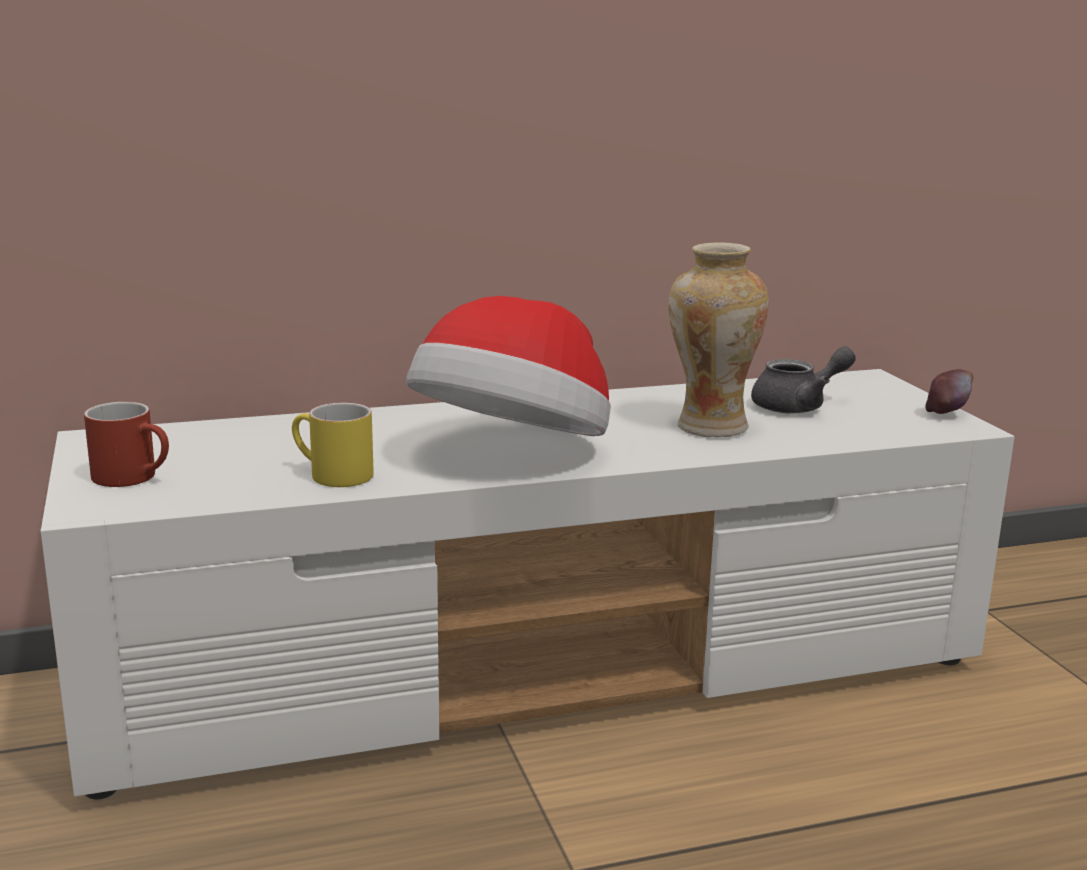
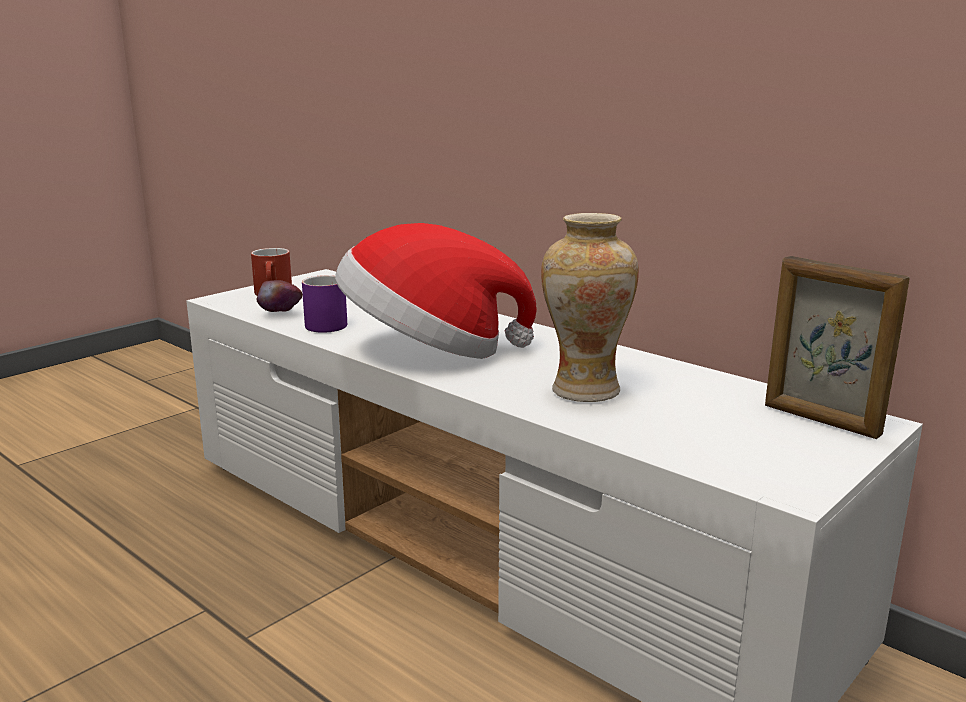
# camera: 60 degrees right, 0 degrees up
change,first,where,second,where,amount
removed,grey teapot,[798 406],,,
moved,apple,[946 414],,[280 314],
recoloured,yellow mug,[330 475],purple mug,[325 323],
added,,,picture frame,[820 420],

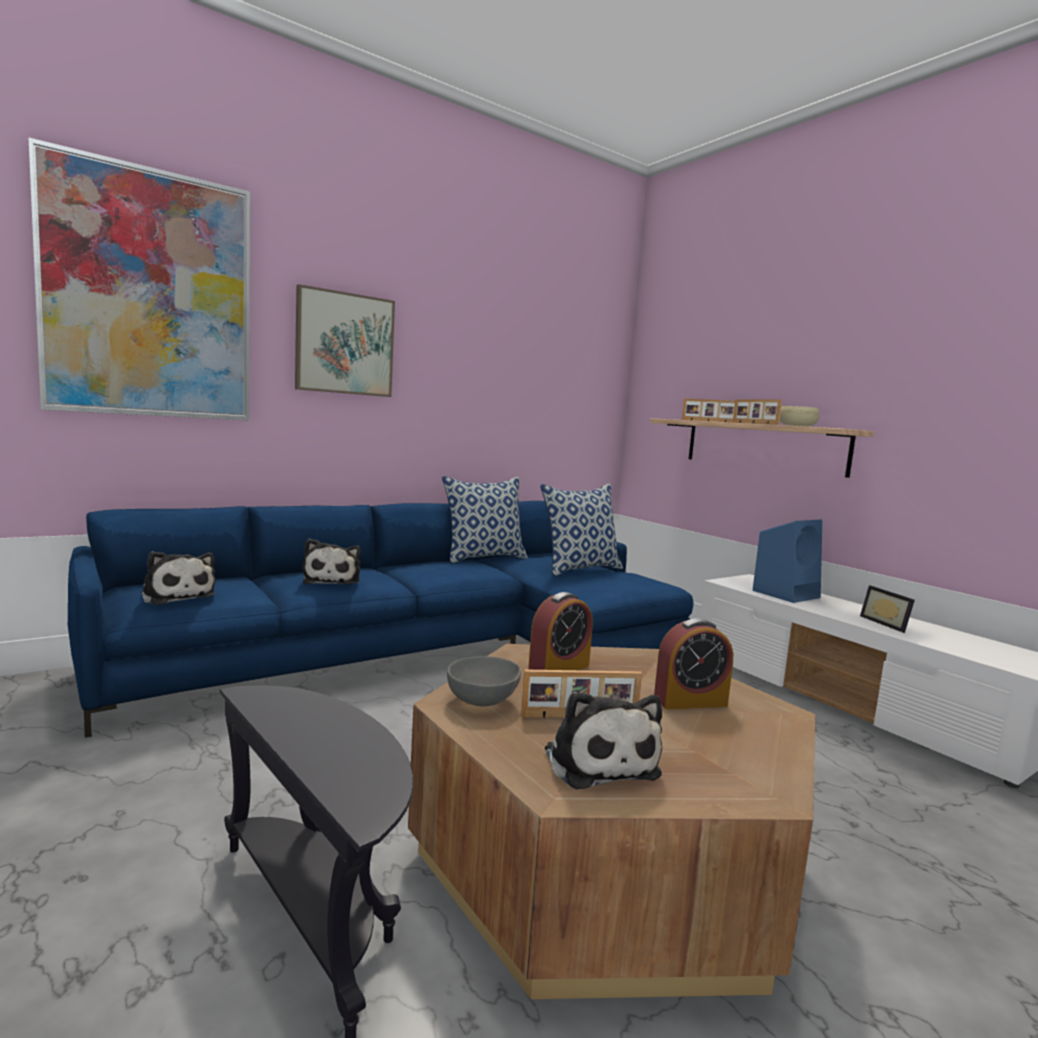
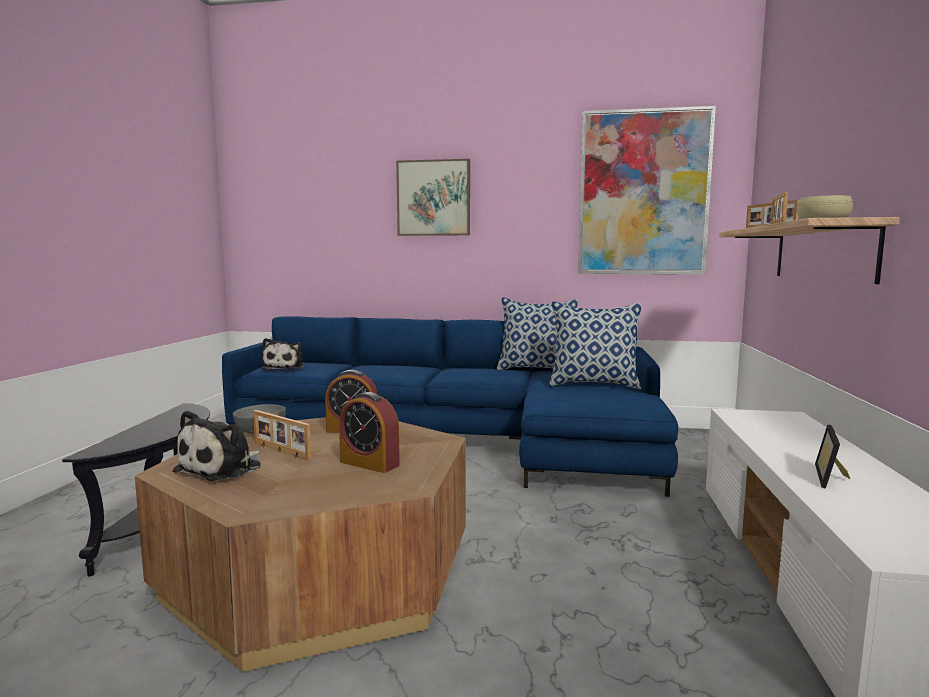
# camera: 45 degrees right, 0 degrees up
change,first,where,second,where,amount
moved,picture,[150 295],,[643 193],
removed,blue speaker,[786 594],,,
removed,plush toy,[332 580],,,

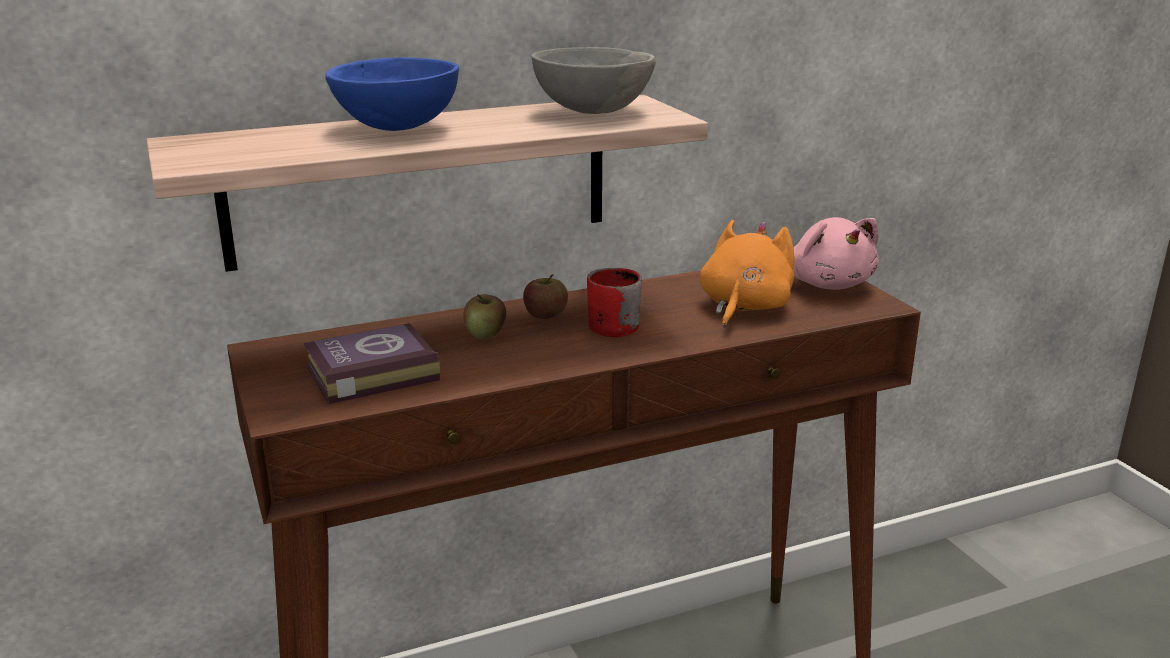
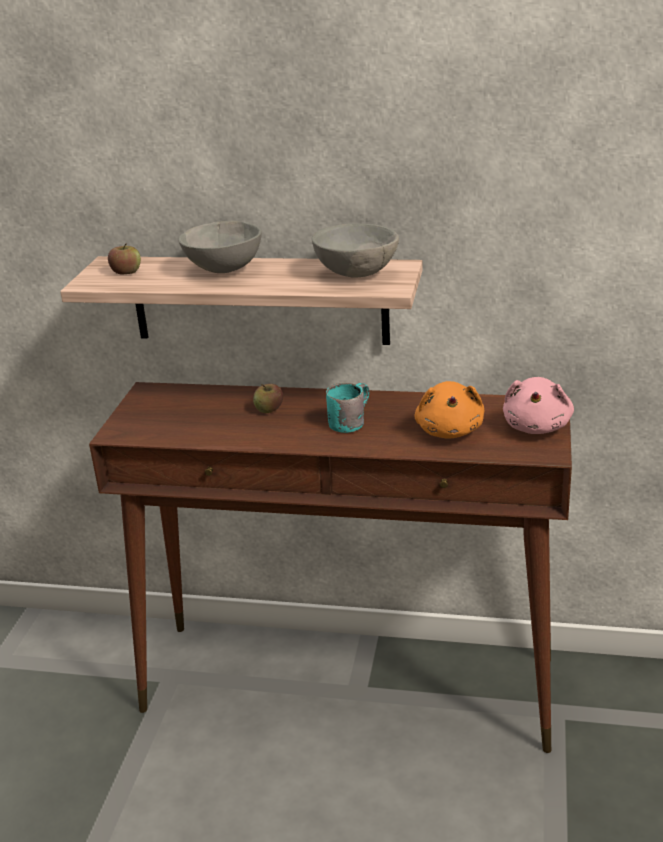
# camera: 35 degrees right, 5 degrees up
change,first,where,second,where,amount
recoloured,blue bowl,[396 128],grey bowl,[223 270],
turned,orange plush toy,[743 307],,[449 430],120 degrees clockwise
recoloured,red mug,[609 323],turquoise mug,[348 421],
moved,apple,[545 315],,[126 272],
removed,book,[368 373],,,

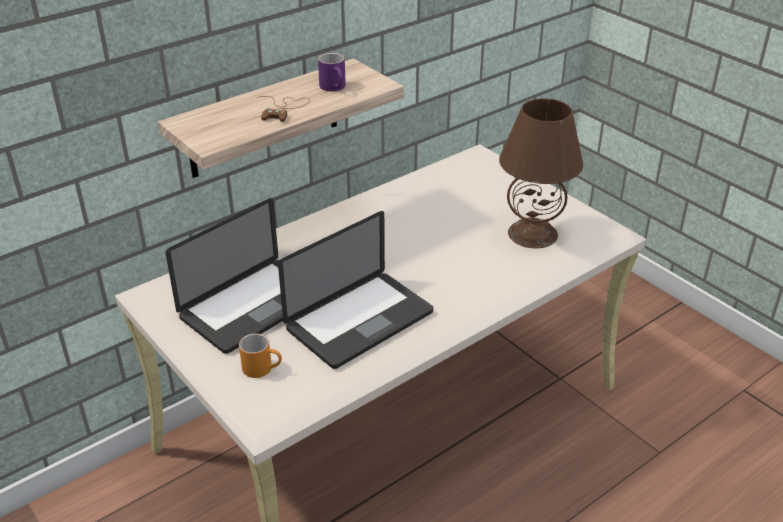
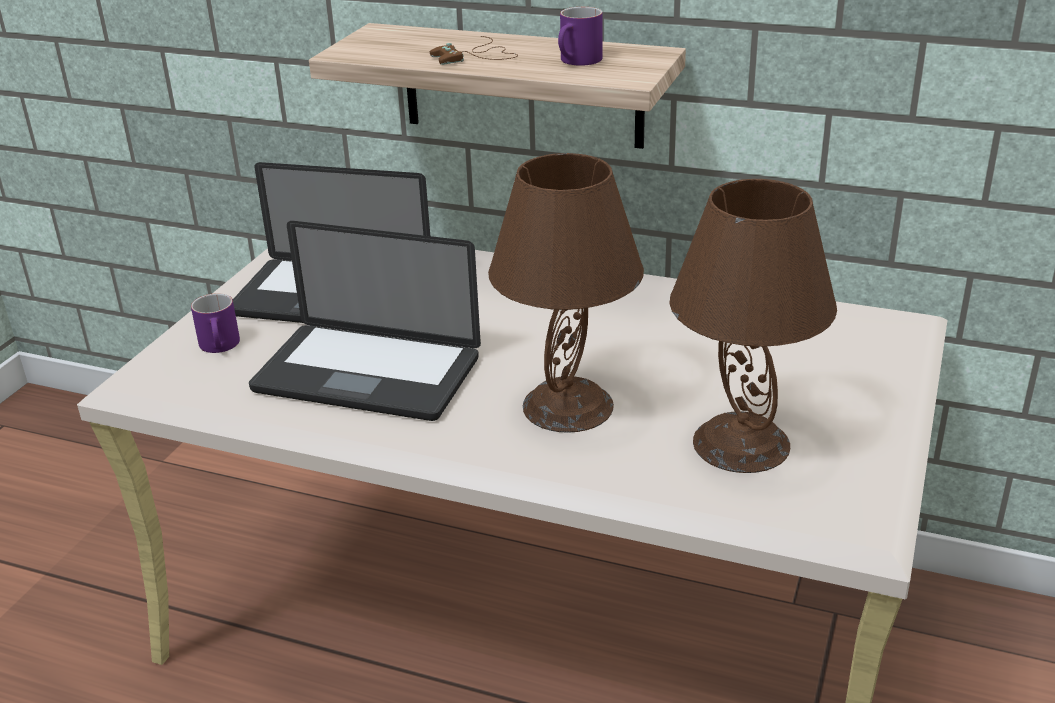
# camera: 60 degrees right, 5 degrees down
change,first,where,second,where,amount
recoloured,orange mug,[263 368],purple mug,[221 346],
added,,,brown table lamp,[567 405],

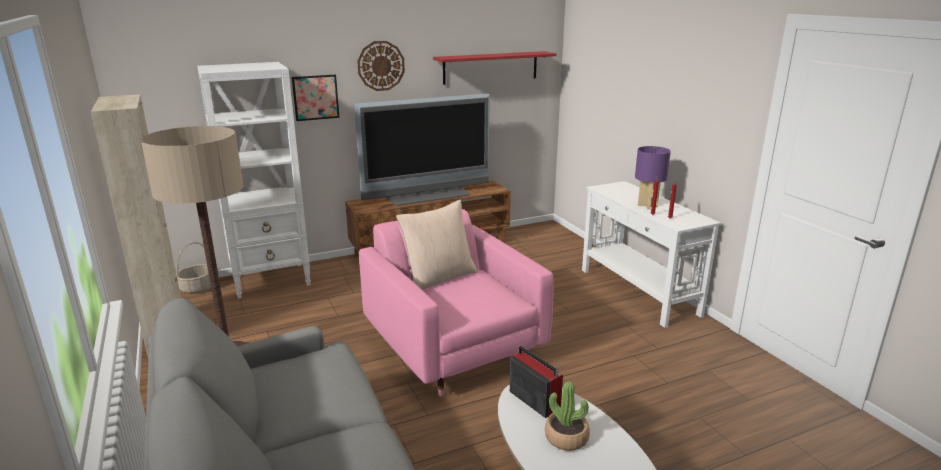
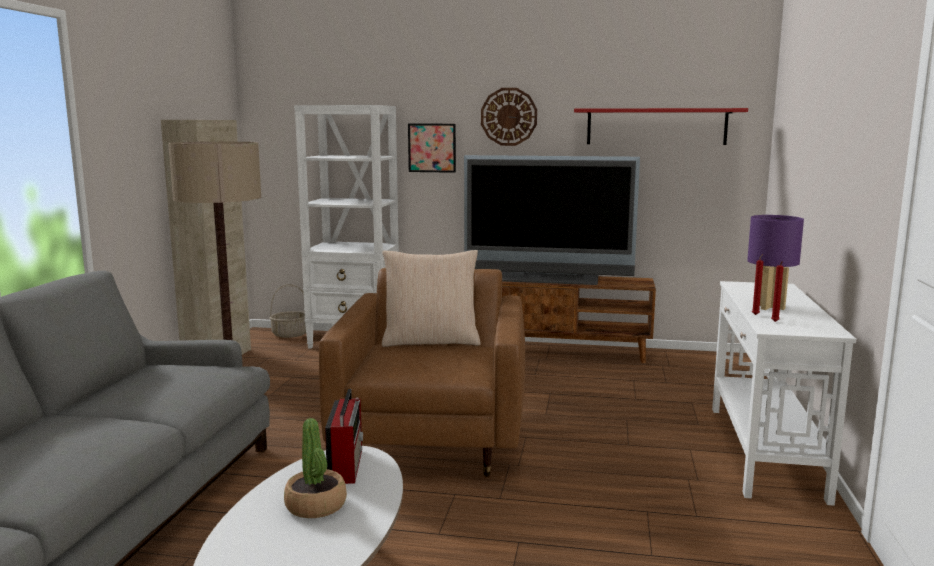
# camera: 35 degrees right, 10 degrees down
change,first,where,second,where,amount
recoloured,pink armchair,[453 349],brown armchair,[432 438],

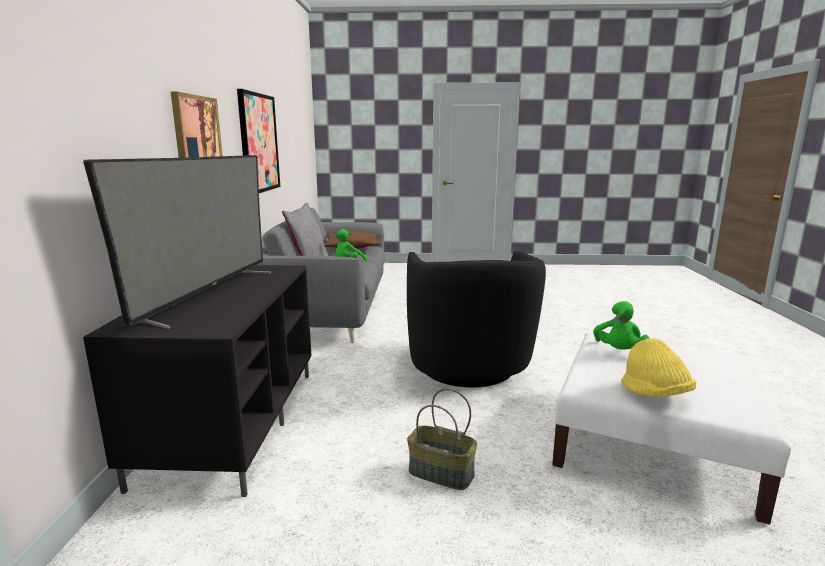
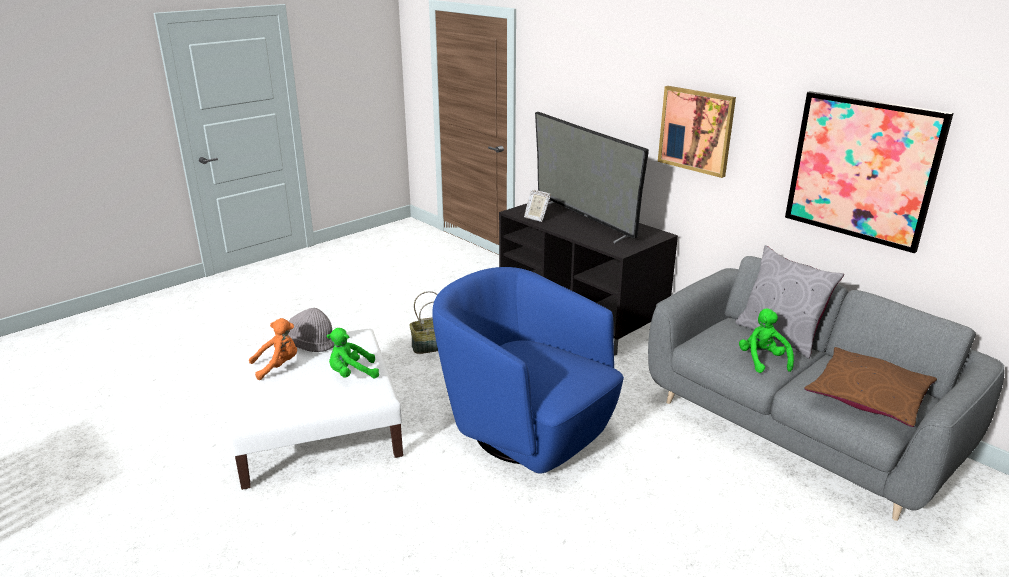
# camera: 135 degrees right, 10 degrees up
change,first,where,second,where,amount
recoloured,black armchair,[467 367],blue armchair,[526 429],
turned,green plush toy,[618 351],,[352 374],75 degrees counterclockwise
recoloured,yellow hat,[654 394],grey hat,[311 343],
added,,,picture frame,[536 218],
added,,,orange plush toy,[278 366],

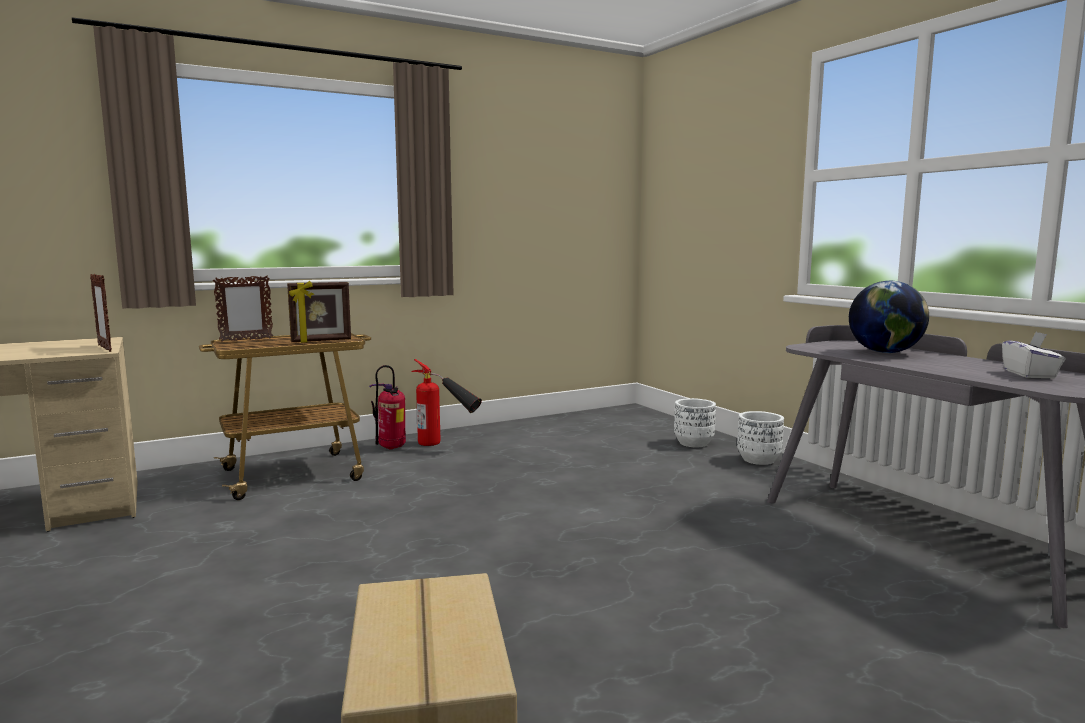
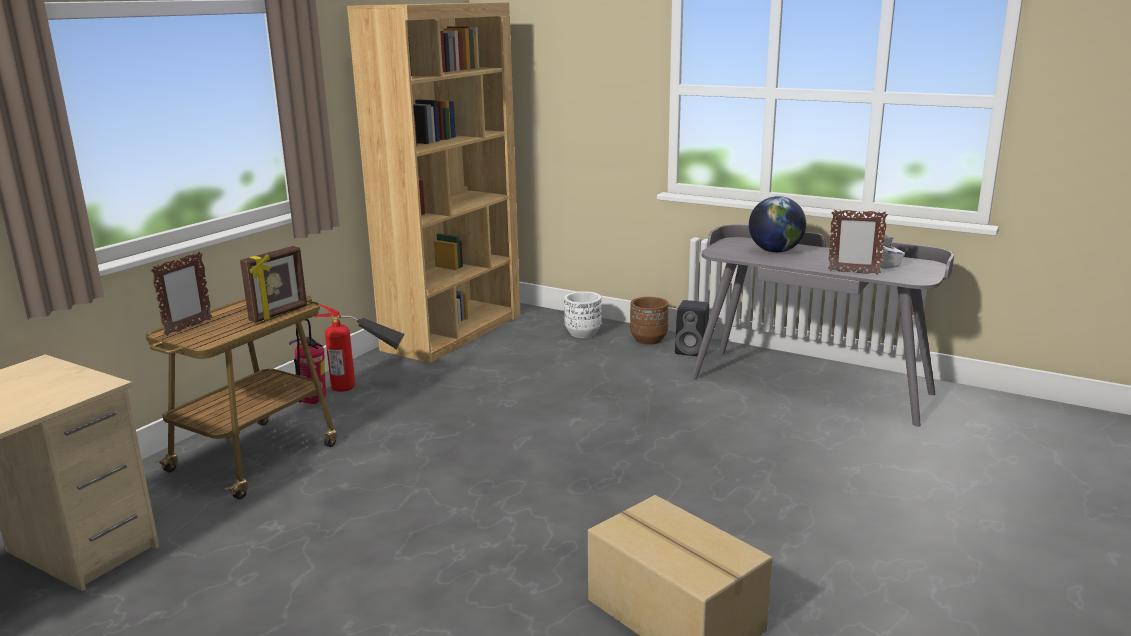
# camera: 30 degrees left, 10 degrees up
change,first,where,second,where,amount
moved,picture frame,[105 348],,[853 272],
recoloured,white planter,[759 460],brown planter,[649 339],
added,,,brown bookcase,[453 332],
added,,,black speaker,[693 351],

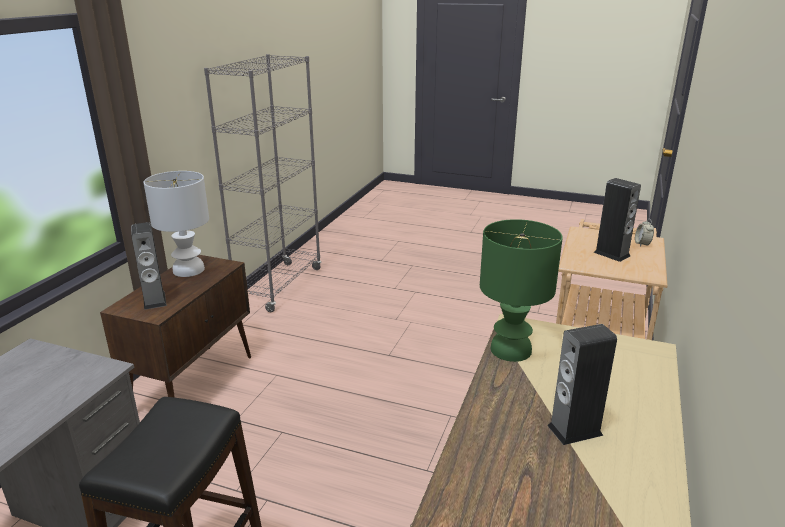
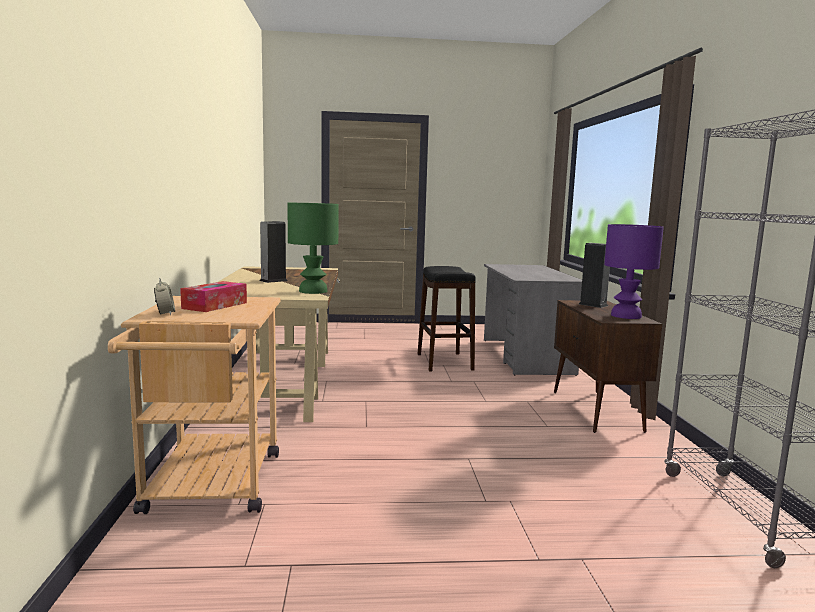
# camera: 155 degrees right, 15 degrees down
change,first,where,second,where,amount
recoloured,white table lamp,[187 270],purple table lamp,[626 316],
replaced,speaker,[611 254],tissue box,[215 305],

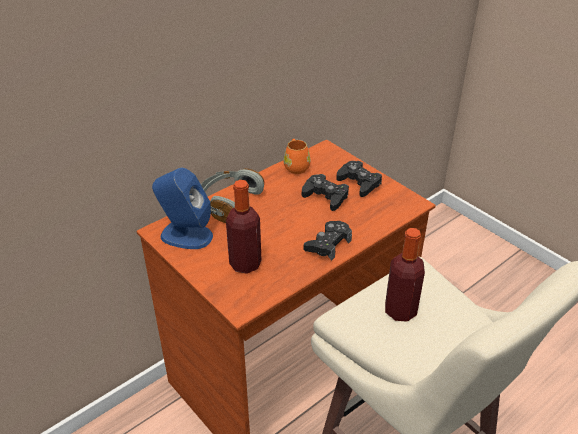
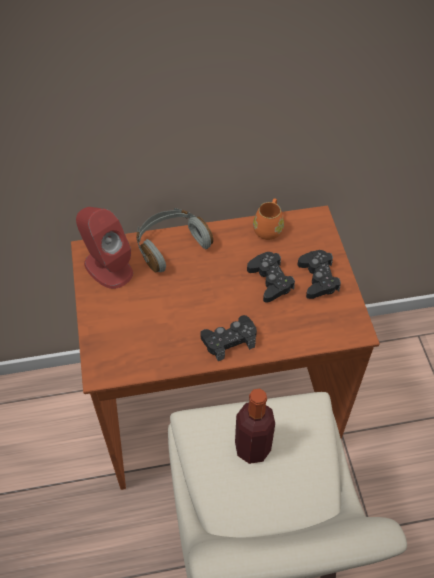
# camera: 30 degrees right, 15 degrees up
change,first,where,second,where,amount
recoloured,blue speaker,[186 235],red speaker,[108 267],
removed,bottle,[245 264],,,

